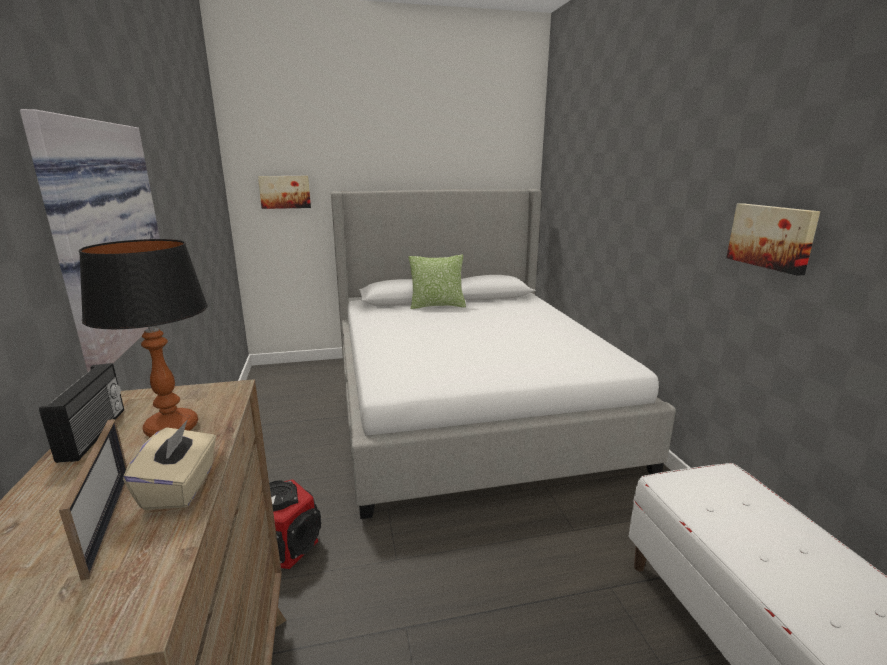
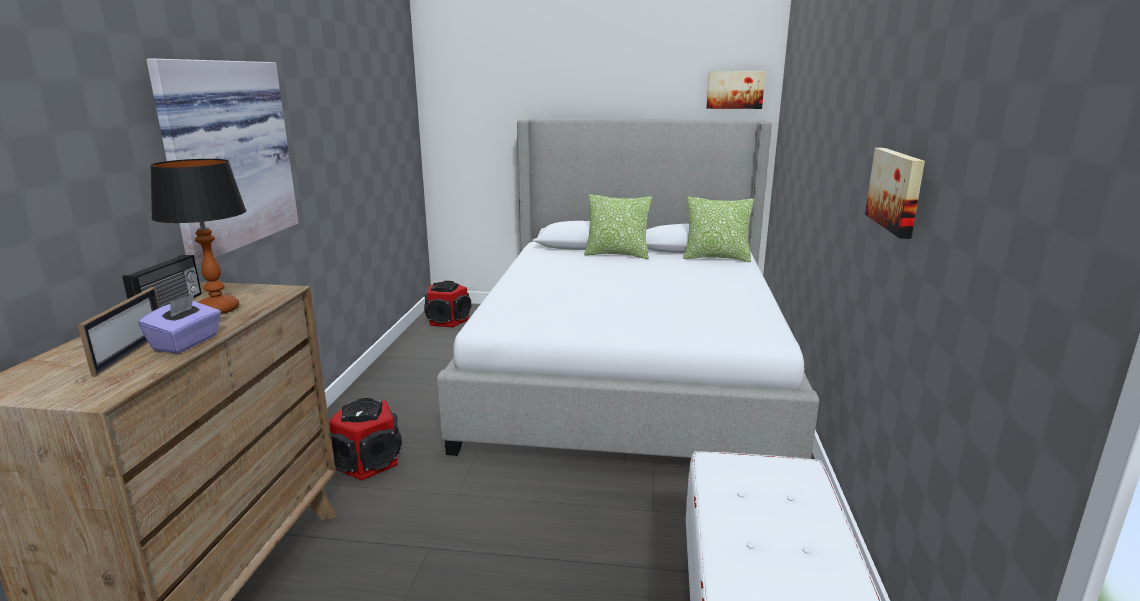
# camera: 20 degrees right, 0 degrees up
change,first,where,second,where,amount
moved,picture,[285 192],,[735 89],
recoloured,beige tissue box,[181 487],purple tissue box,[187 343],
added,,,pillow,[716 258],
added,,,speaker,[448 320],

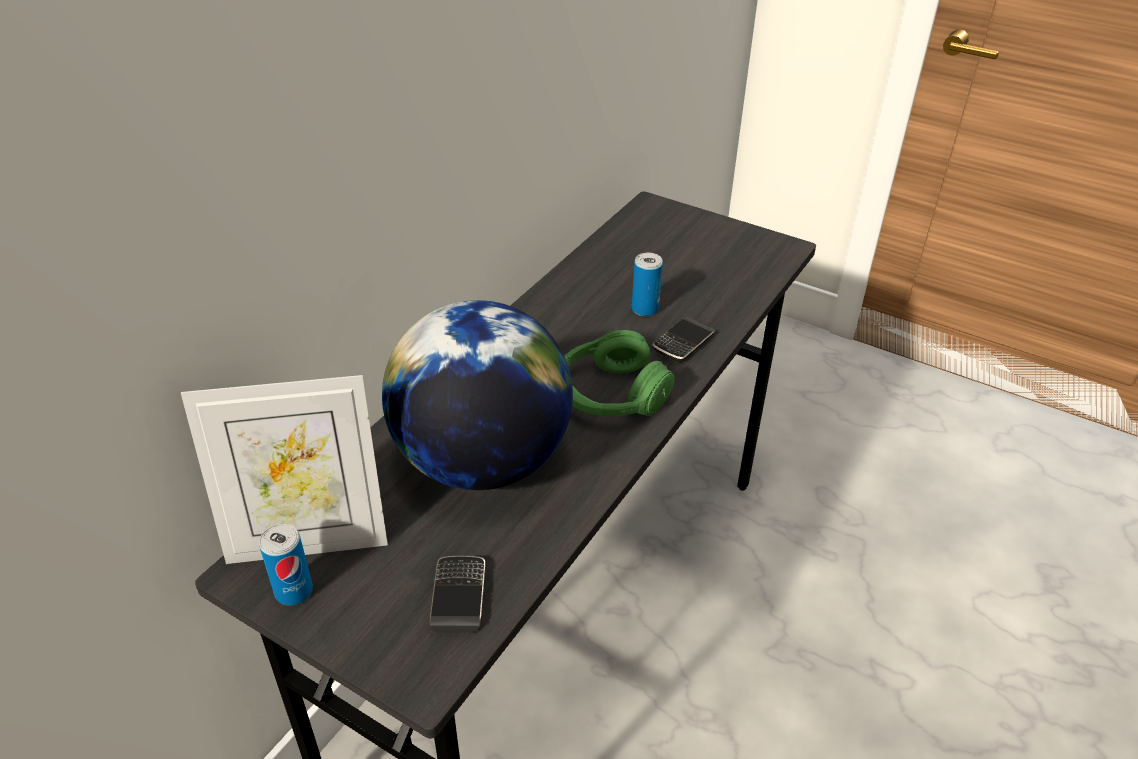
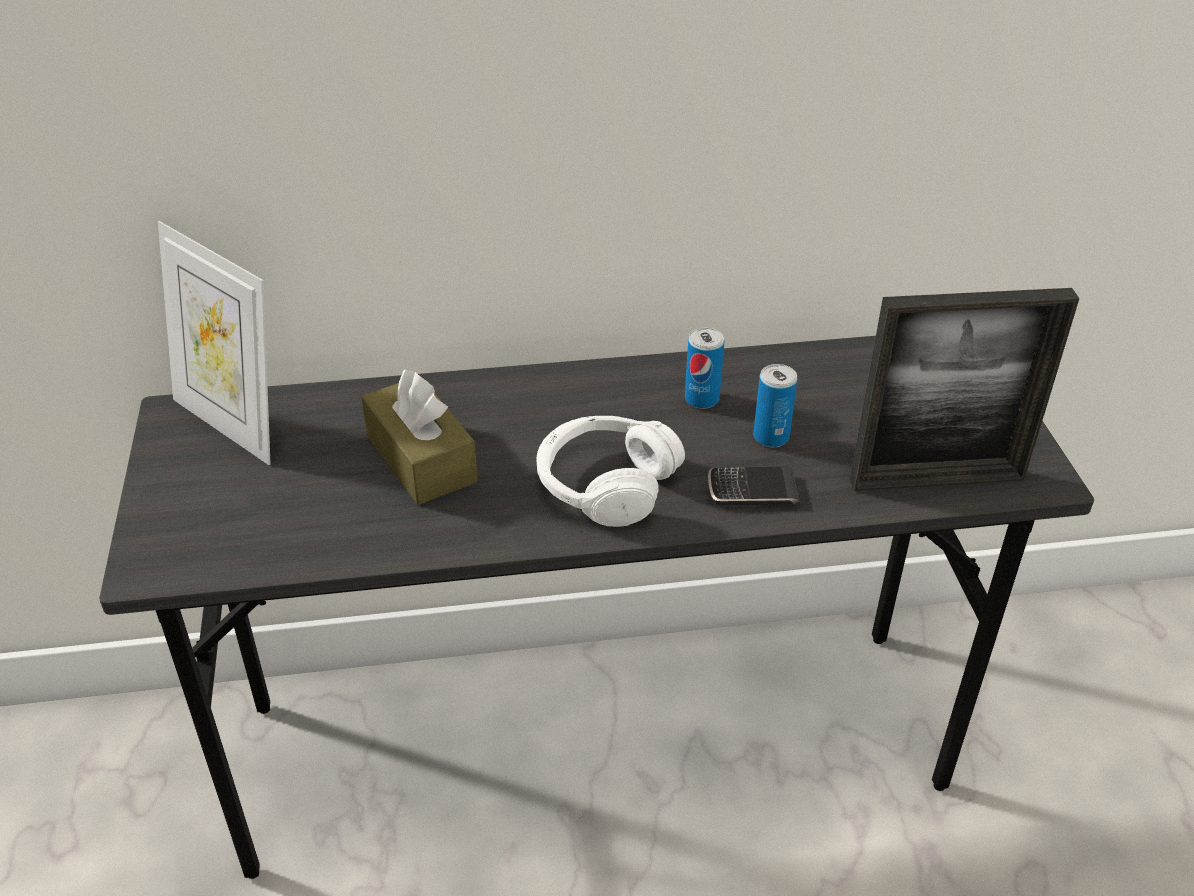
# camera: 50 degrees right, 0 degrees up
change,first,where,second,where,amount
replaced,globe,[482 461],brown tissue box,[421 459],
recoloured,green headphones,[609 394],white headphones,[605 484],
moved,can,[294 591],,[701 399],
removed,phone,[458 597],,,
added,,,picture frame,[936 480],

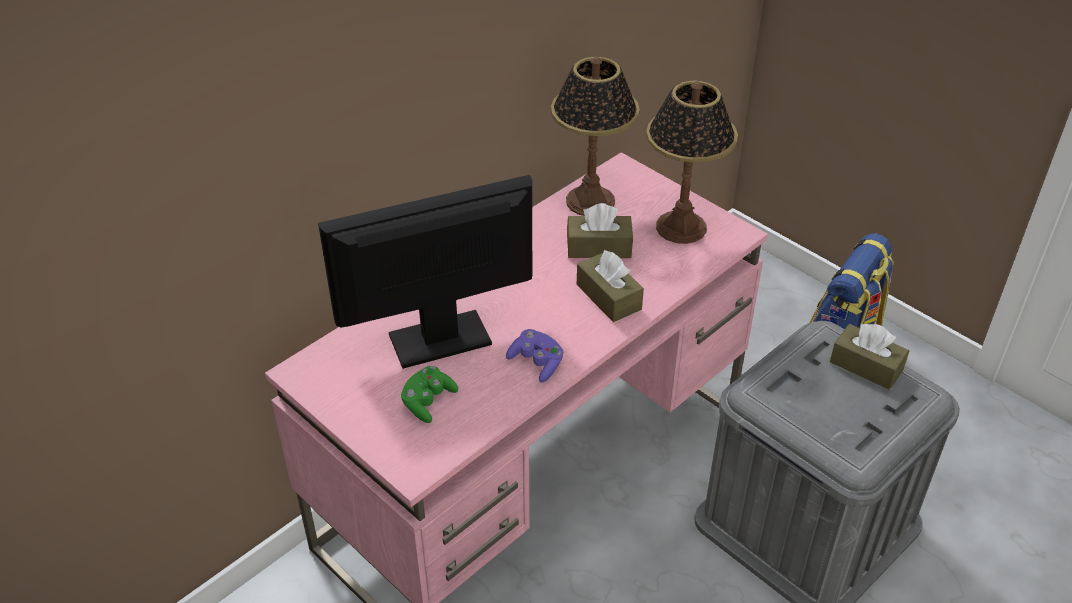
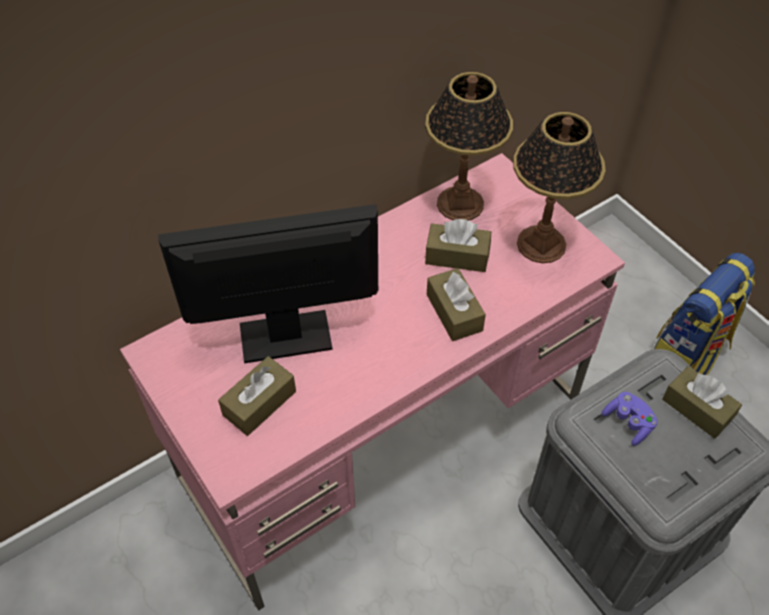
# camera: 10 degrees right, 10 degrees up
change,first,where,second,where,amount
moved,purple game controller,[537 363],,[628 423],
replaced,green game controller,[428 402],brown tissue box,[259 403],

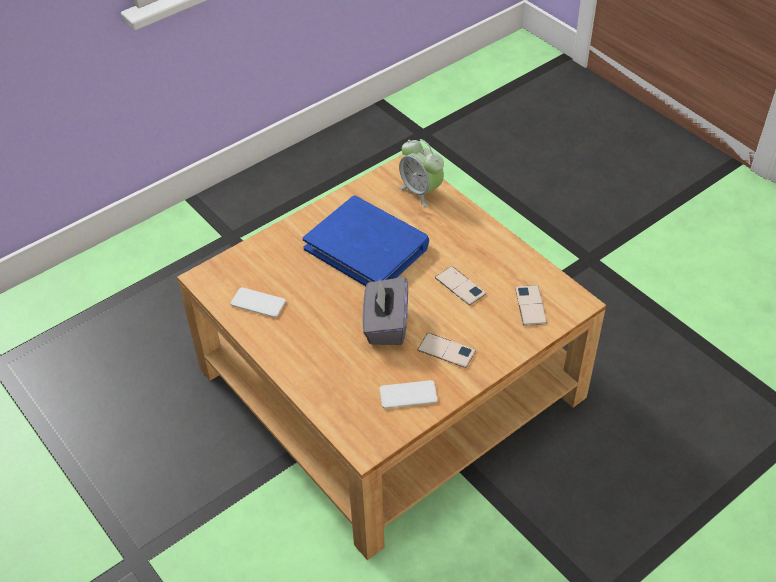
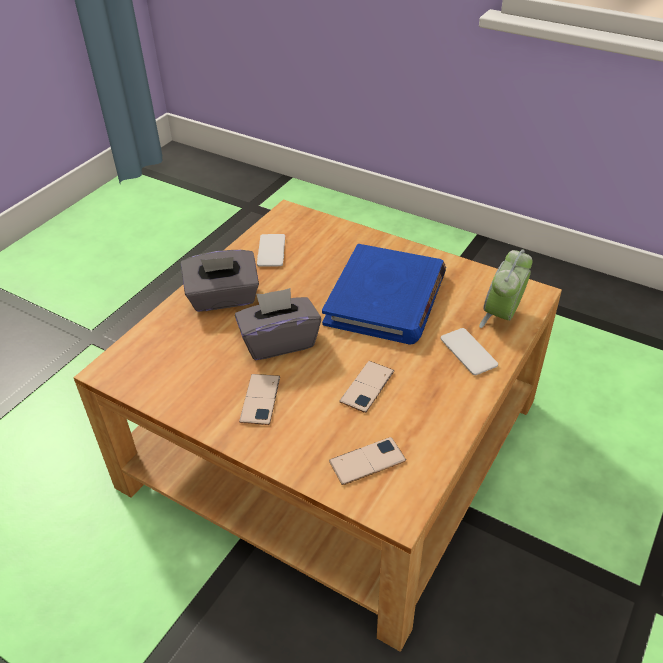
# camera: 70 degrees right, 5 degrees down
change,first,where,second,where,amount
moved,phone,[408 395],,[468 352],
added,,,grey tissue box,[223 298],

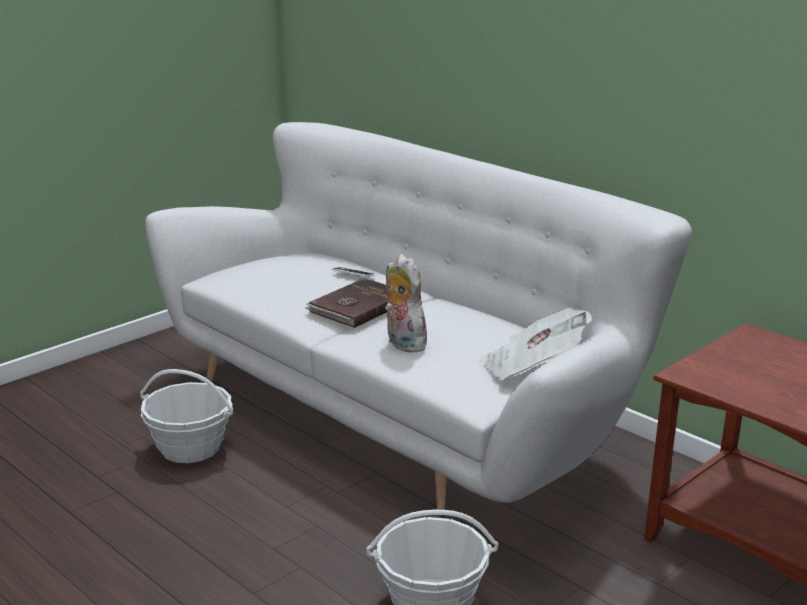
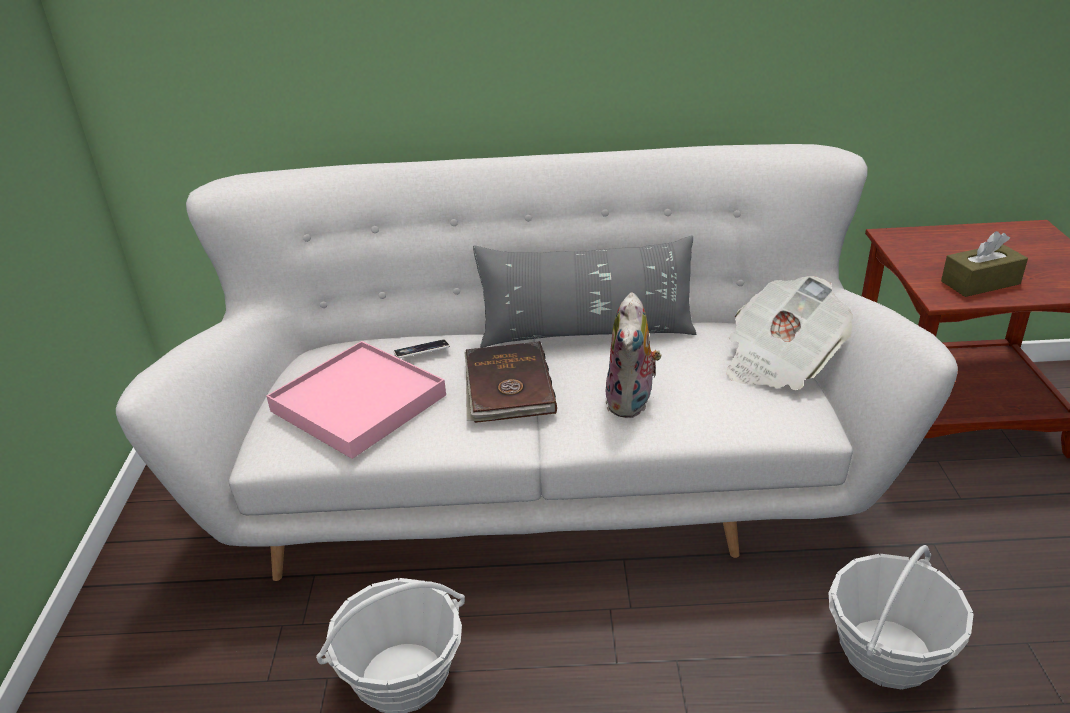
# camera: 45 degrees left, 10 degrees up
change,first,where,second,where,amount
turned,plush toy,[402 343],,[632 403],90 degrees counterclockwise
added,,,brown tissue box,[980 282],
added,,,grey pillow,[586 334],
added,,,pink tray,[358 403],

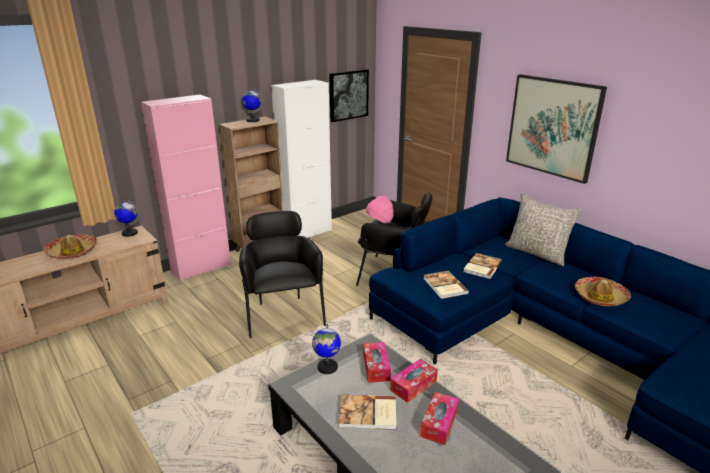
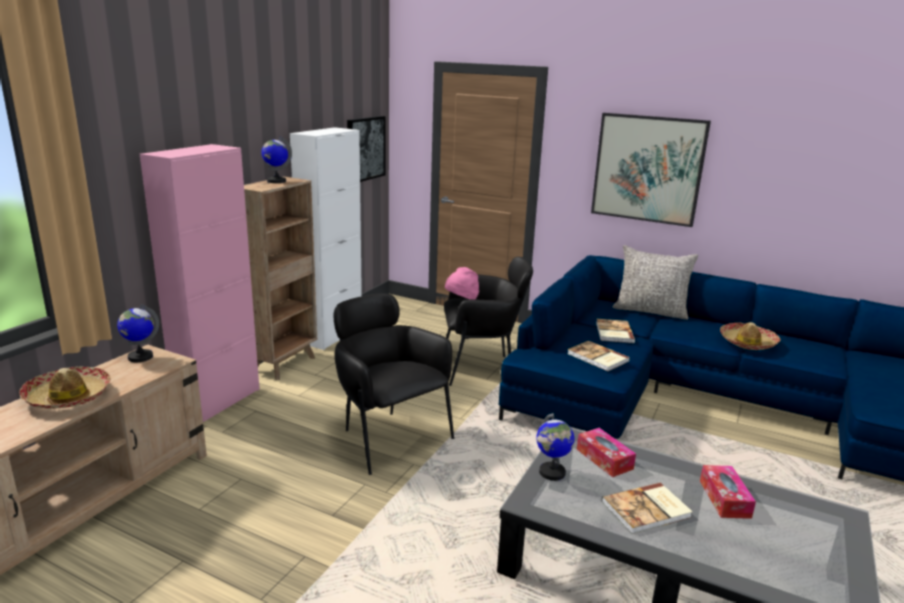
# camera: 25 degrees left, 5 degrees down
change,first,where,second,where,amount
removed,tissue box,[413 385],,,

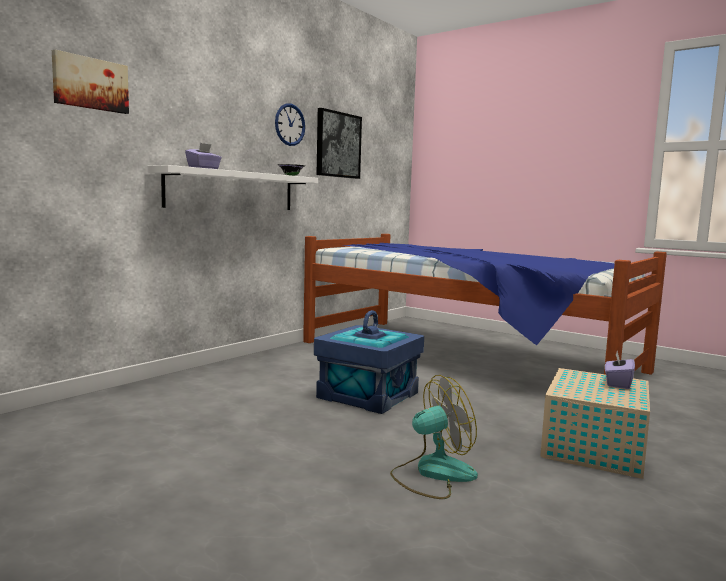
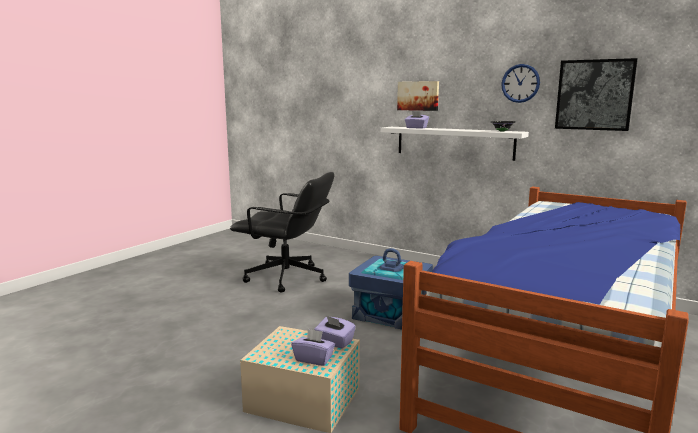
# camera: 85 degrees right, 5 degrees up
change,first,where,second,where,amount
moved,picture,[90 84],,[418 96],
removed,fan,[433 473],,,
added,,,black office chair,[287 278],
added,,,purple tissue box,[334 342],

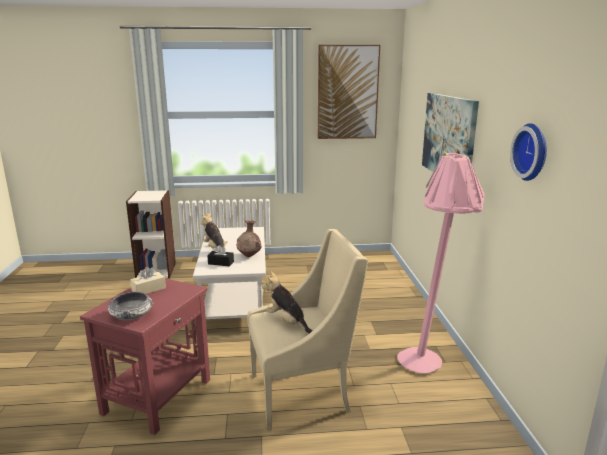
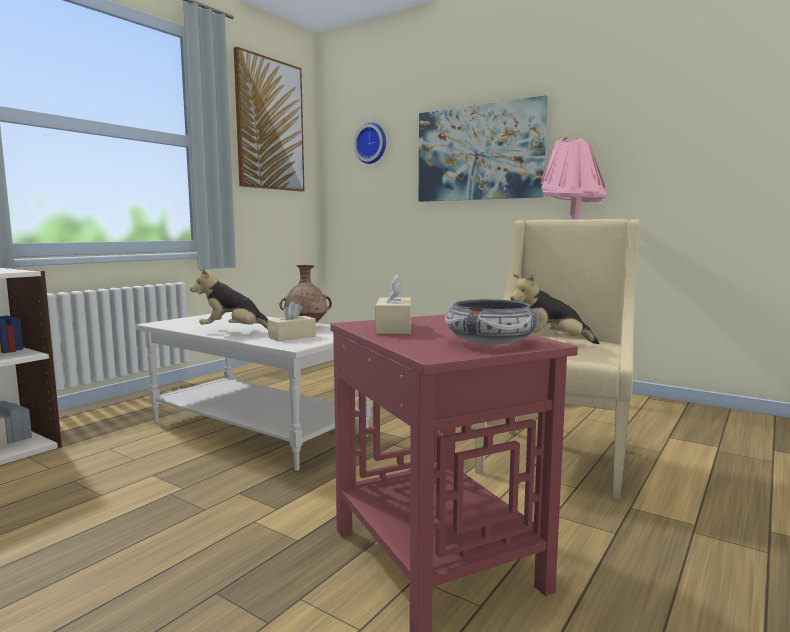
# camera: 50 degrees left, 10 degrees down
change,first,where,second,where,amount
moved,wall clock,[533 152],,[372 143],
recoloured,black tissue box,[221 263],beige tissue box,[292 337],

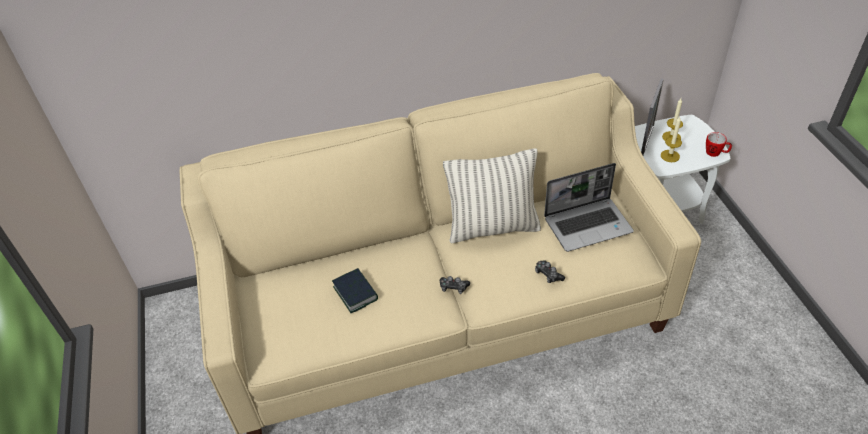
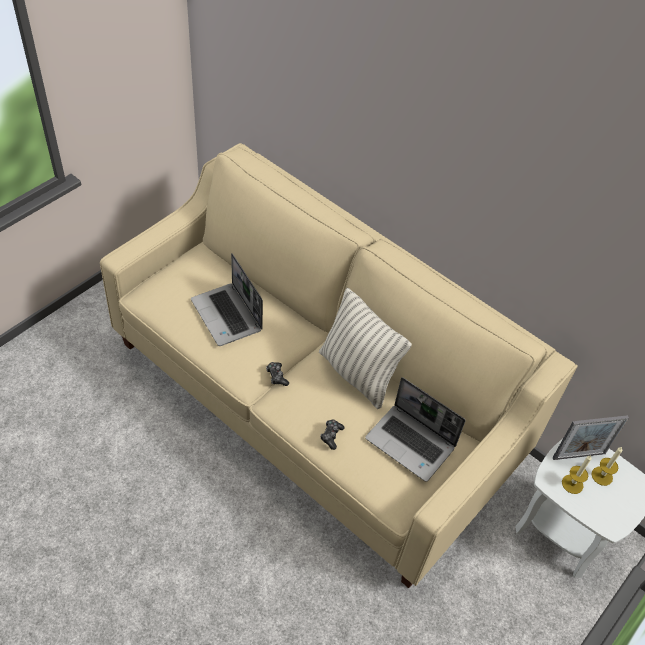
# camera: 50 degrees right, 5 degrees up
change,first,where,second,where,amount
removed,mug,[715 153],,,
replaced,book,[355 293],laptop,[228 316],

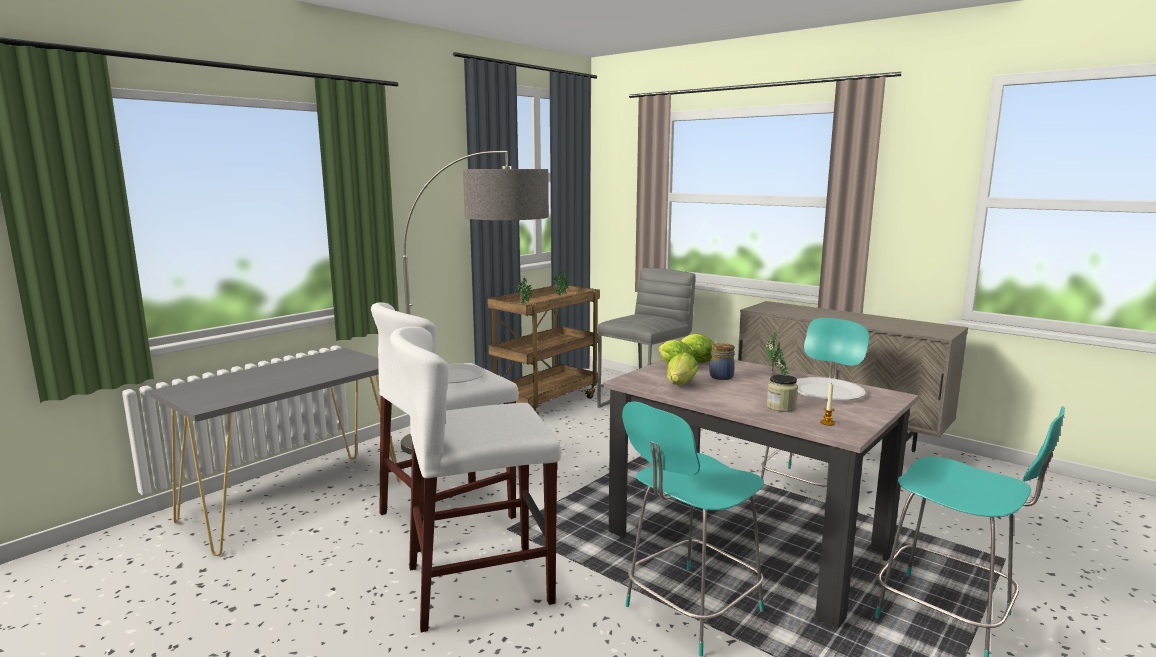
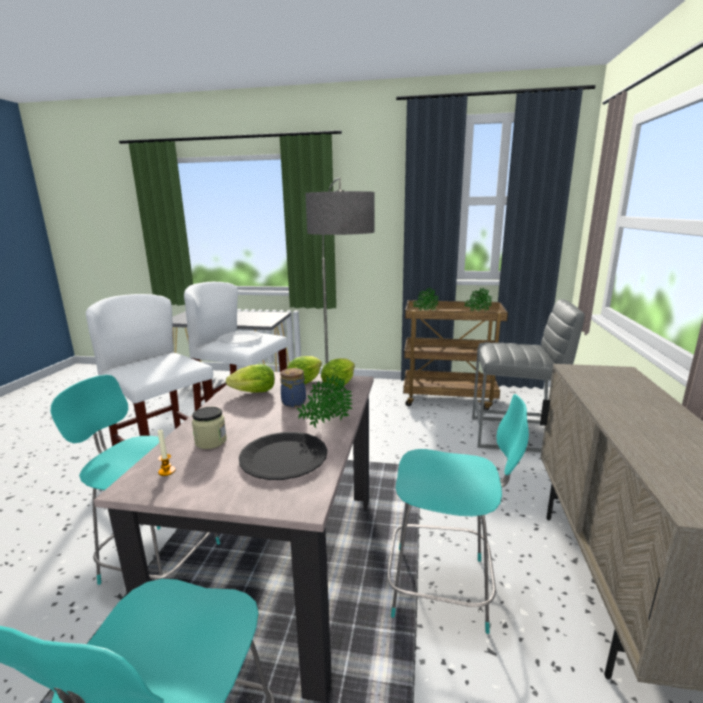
# camera: 60 degrees right, 5 degrees up
change,first,where,second,where,amount
recoloured,white plate,[826 391],black plate,[284 457],

